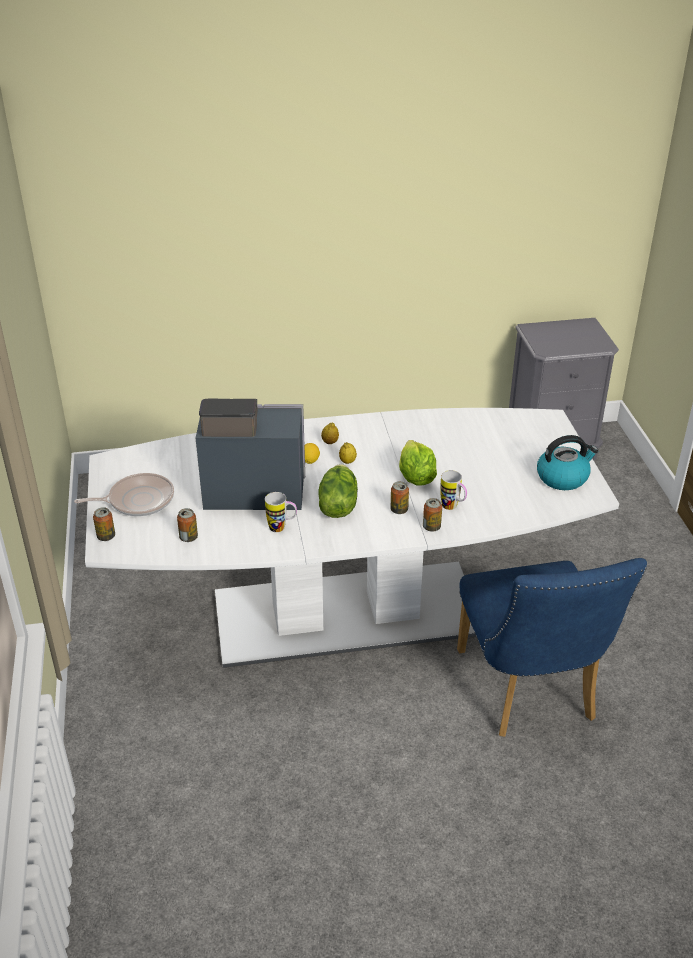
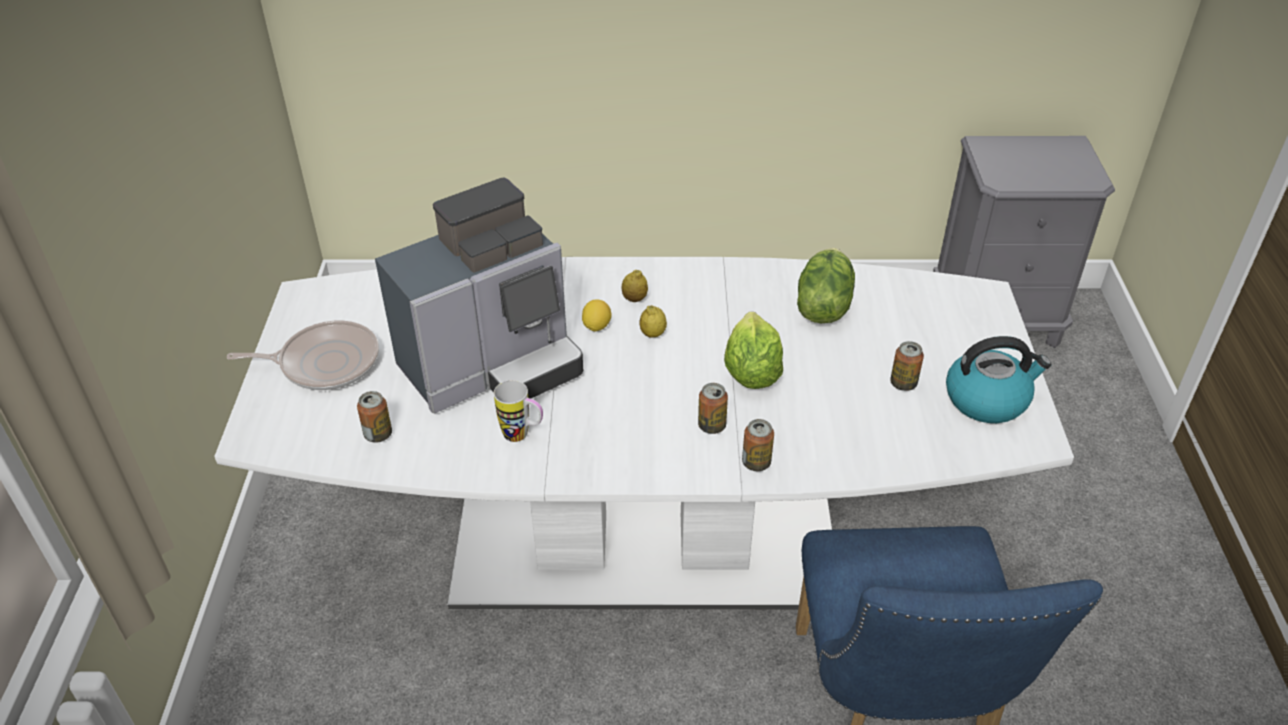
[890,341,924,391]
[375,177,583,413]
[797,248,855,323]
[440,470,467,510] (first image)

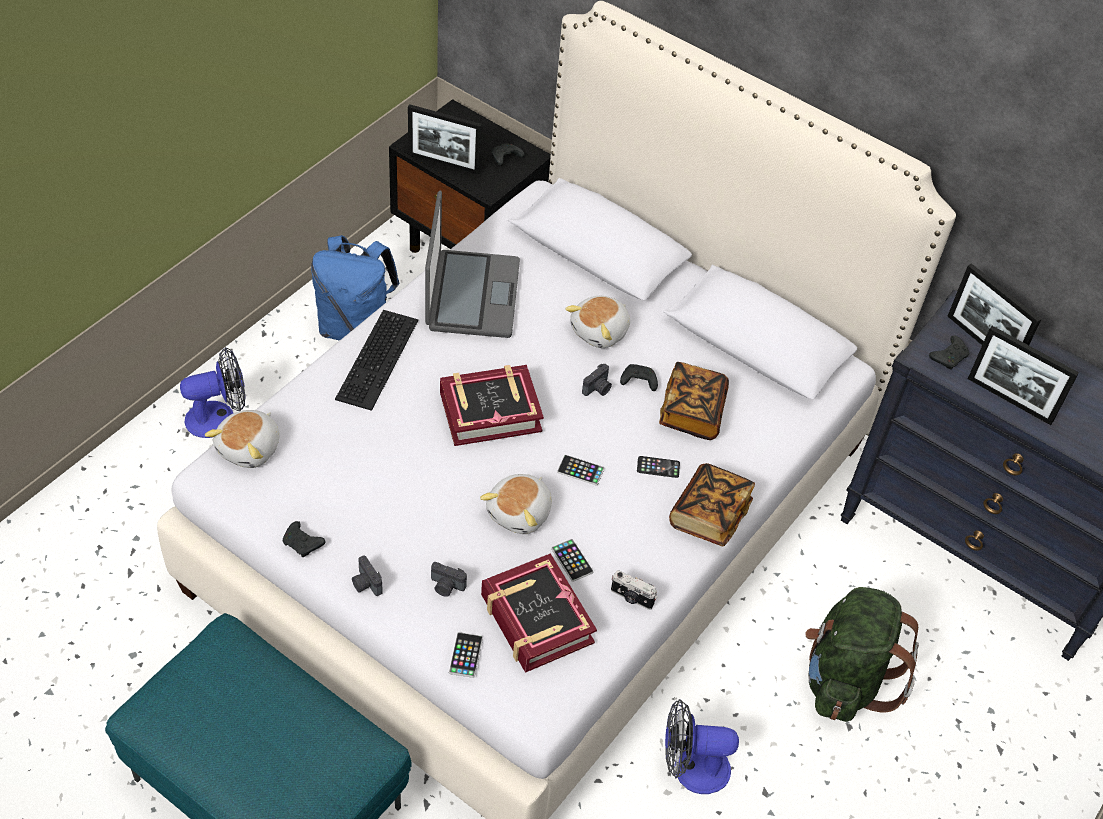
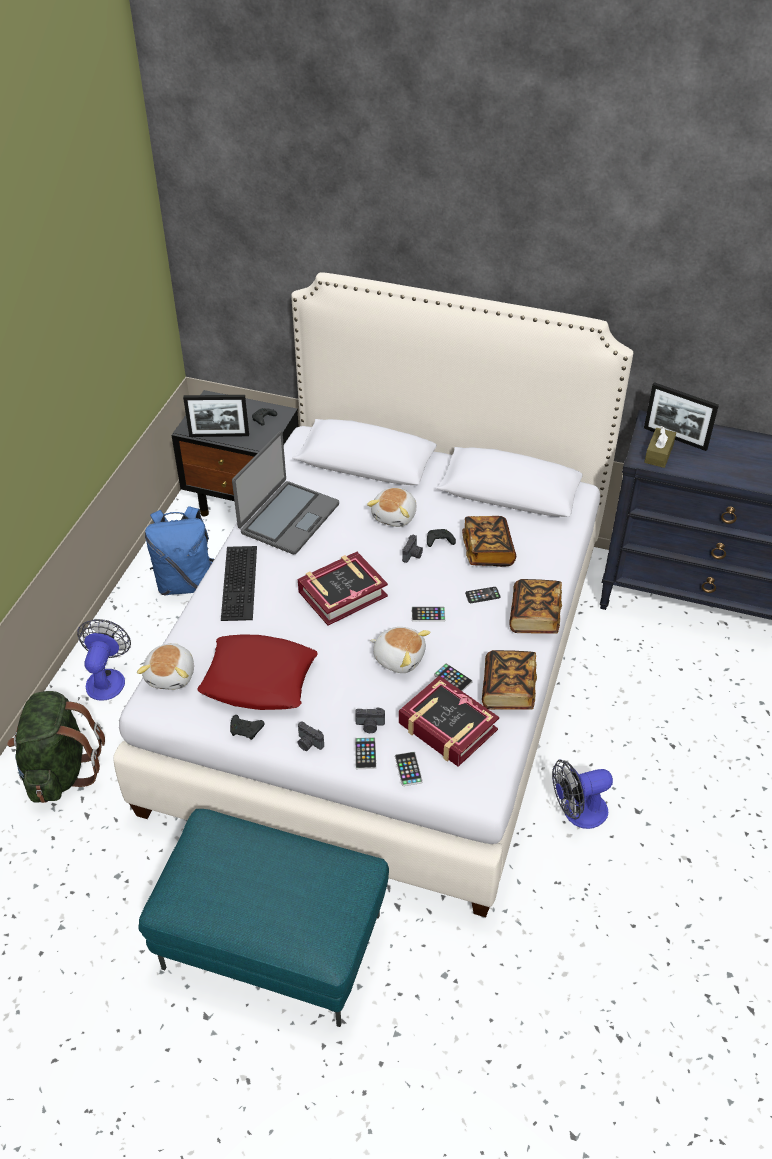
[77,619,131,701]
[232,431,339,554]
[370,627,431,673]
[482,650,537,710]
[7,691,105,803]
[644,426,676,468]
[968,326,1079,425] (first image)
[197,635,318,710]
[355,737,377,769]

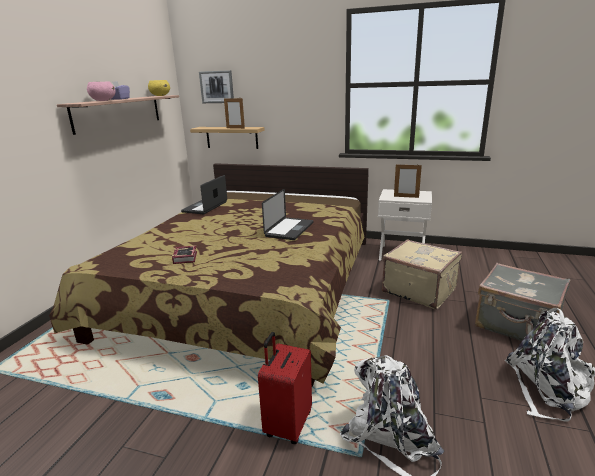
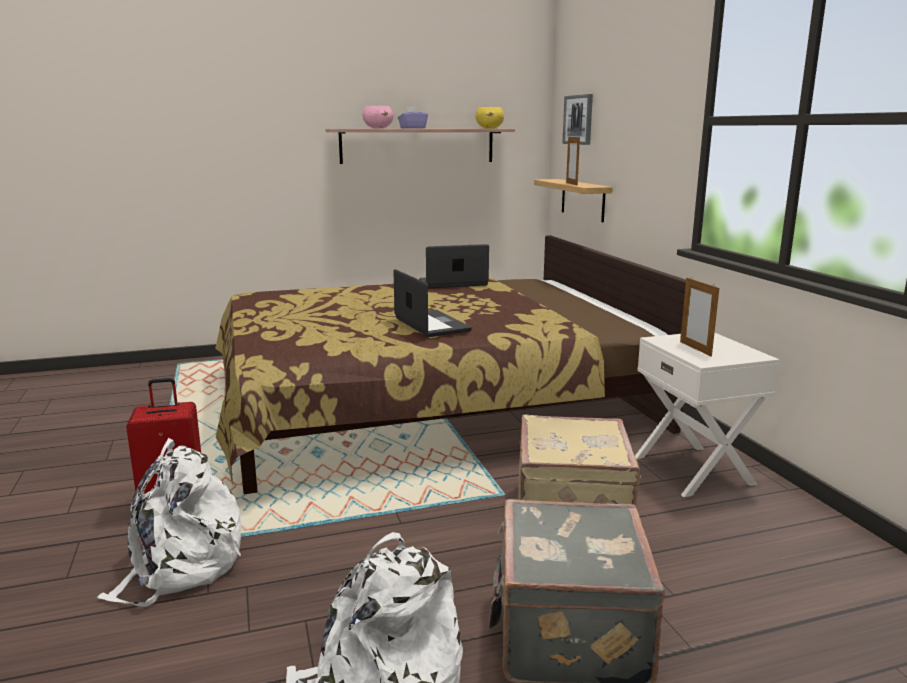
[172,246,197,264] (first image)
[393,269,472,337]

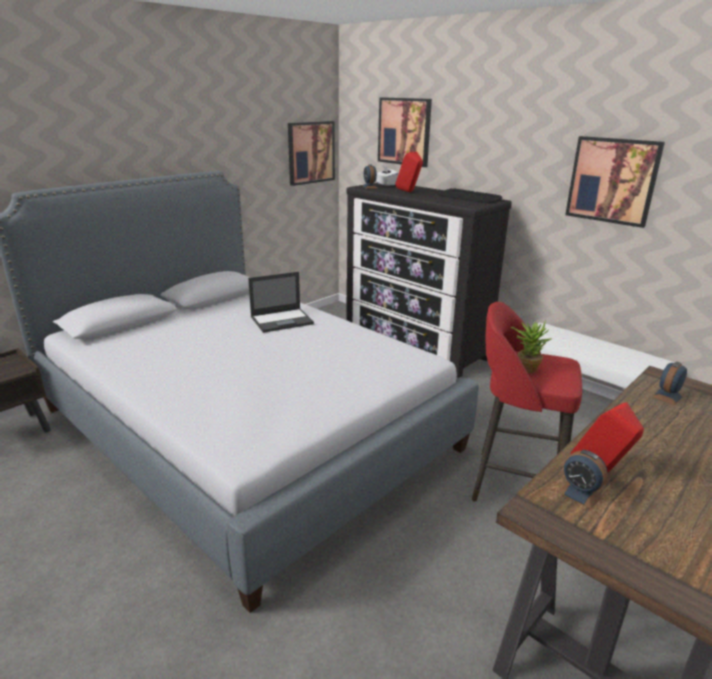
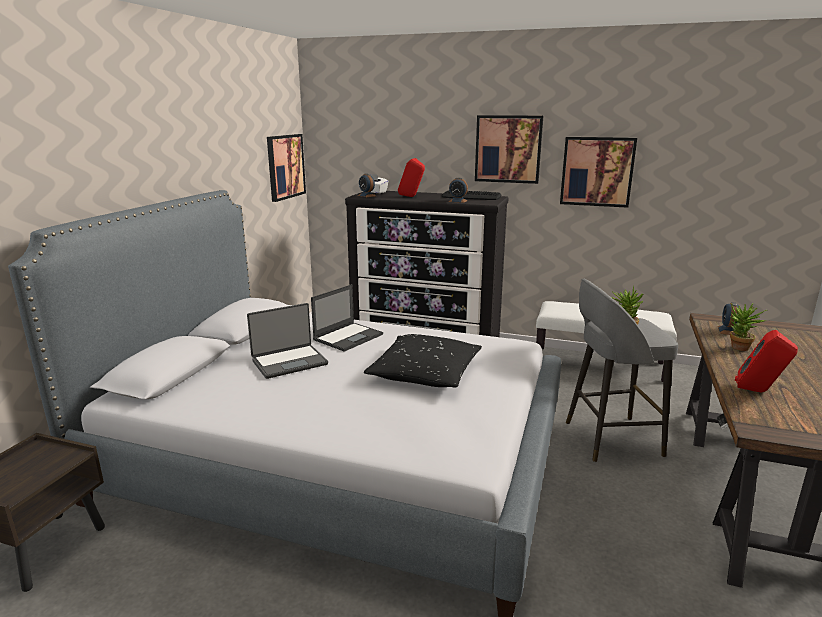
[475,115,543,184]
[566,279,678,462]
[449,178,468,203]
[247,303,328,379]
[364,334,482,387]
[730,303,767,351]

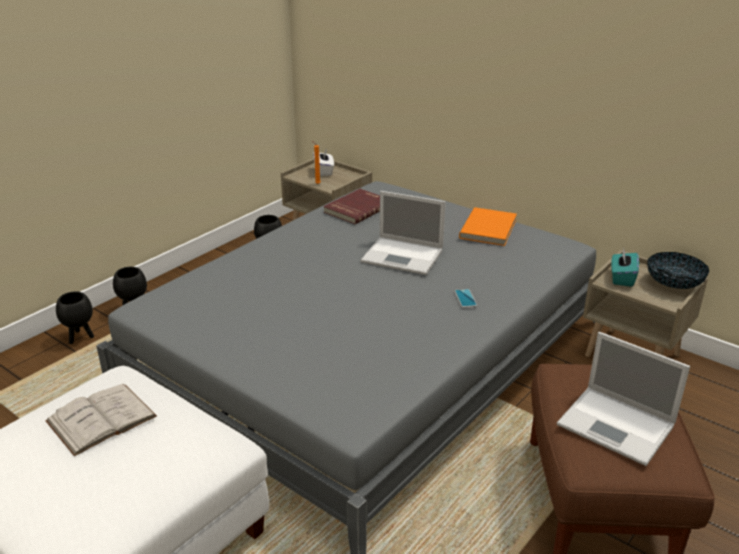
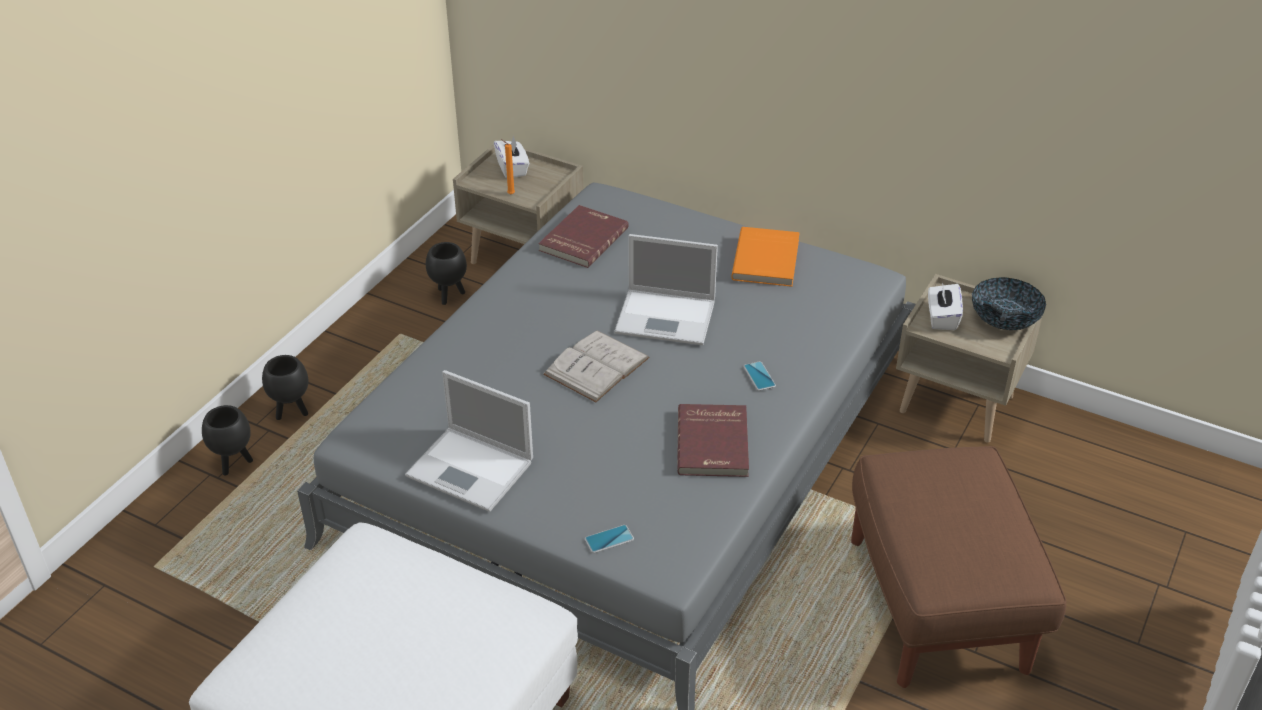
[543,330,650,402]
[405,370,533,512]
[928,281,963,330]
[585,525,634,553]
[677,404,749,477]

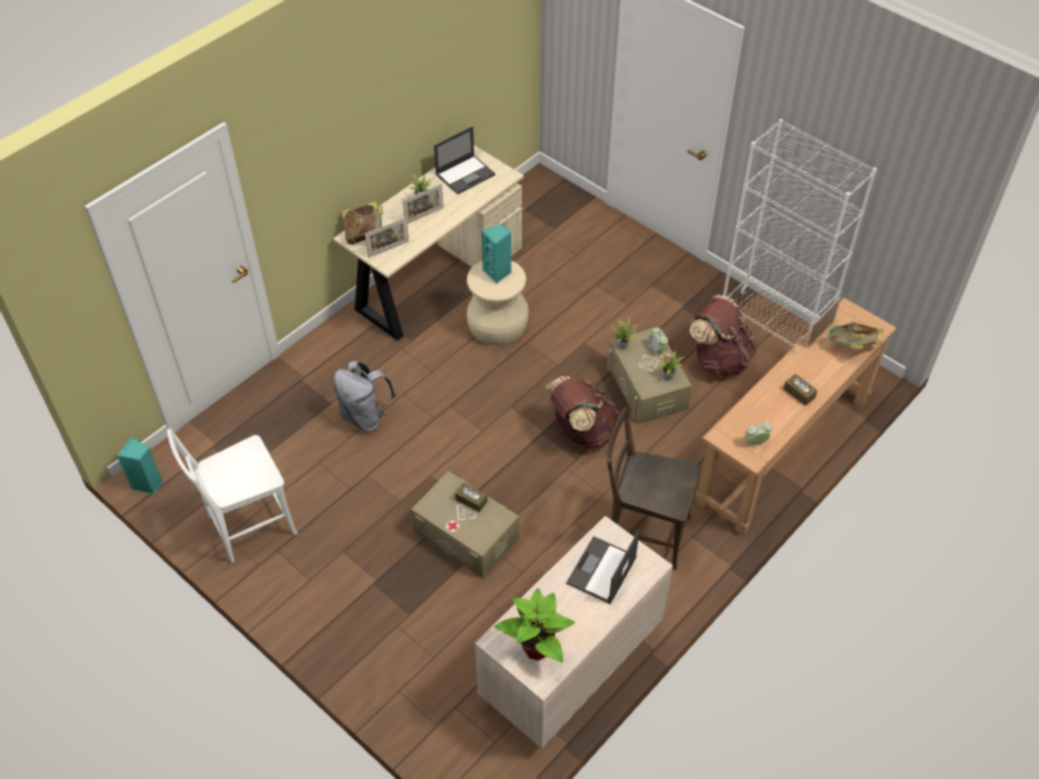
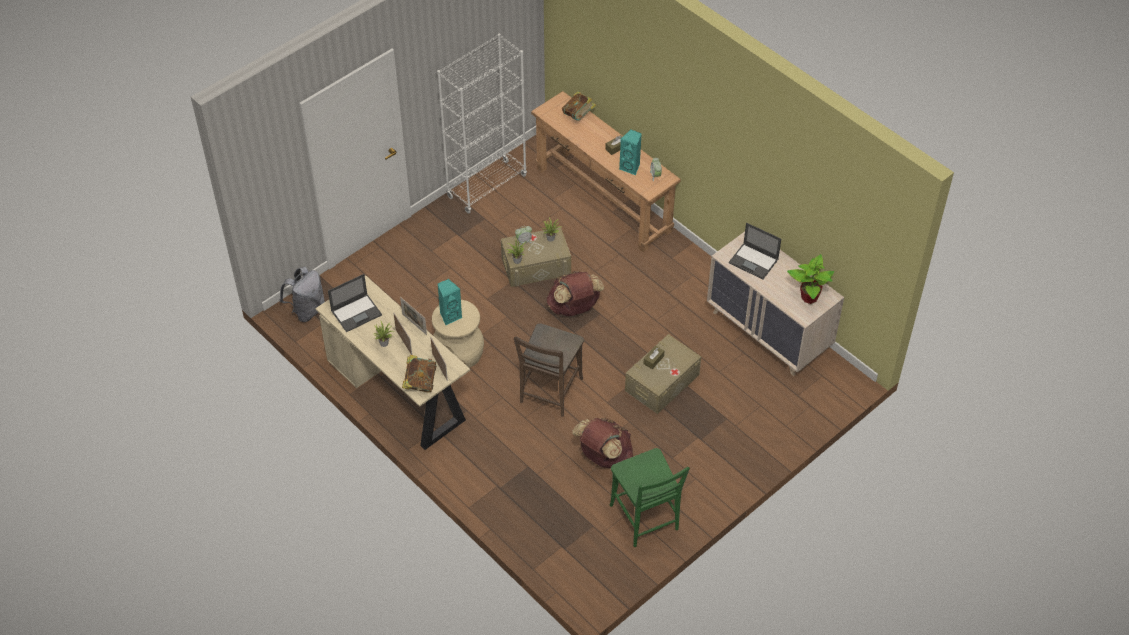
[619,130,642,175]
[610,448,690,547]
[280,267,325,322]
[328,274,382,332]
[514,323,584,417]
[572,418,633,468]
[400,297,427,335]

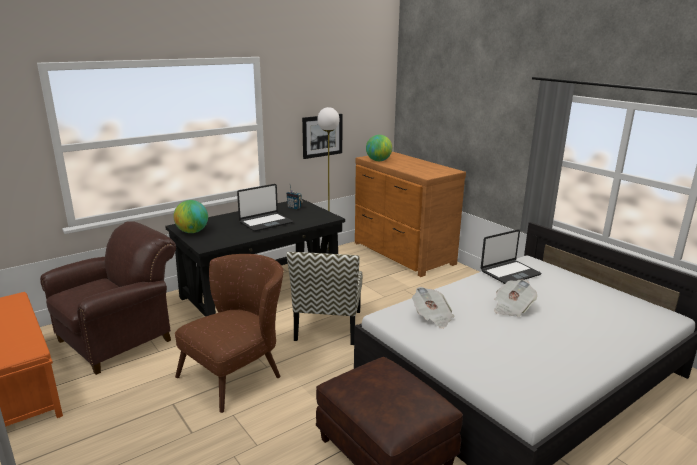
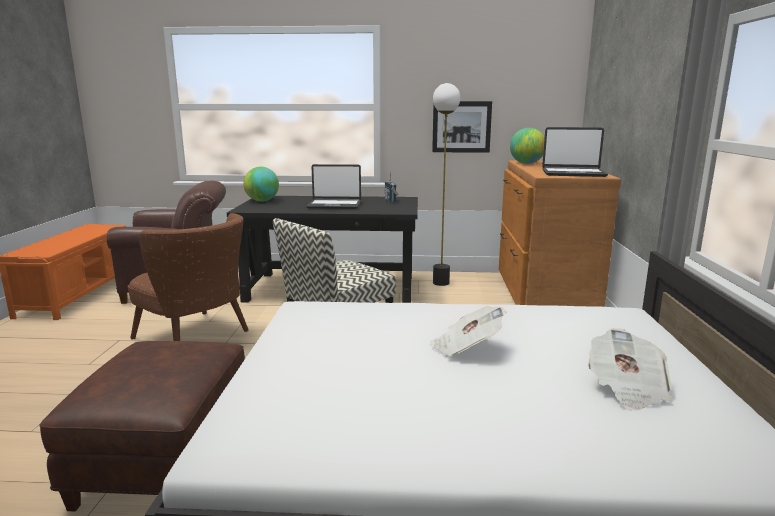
[128,213,249,341]
[588,328,672,411]
[542,127,608,177]

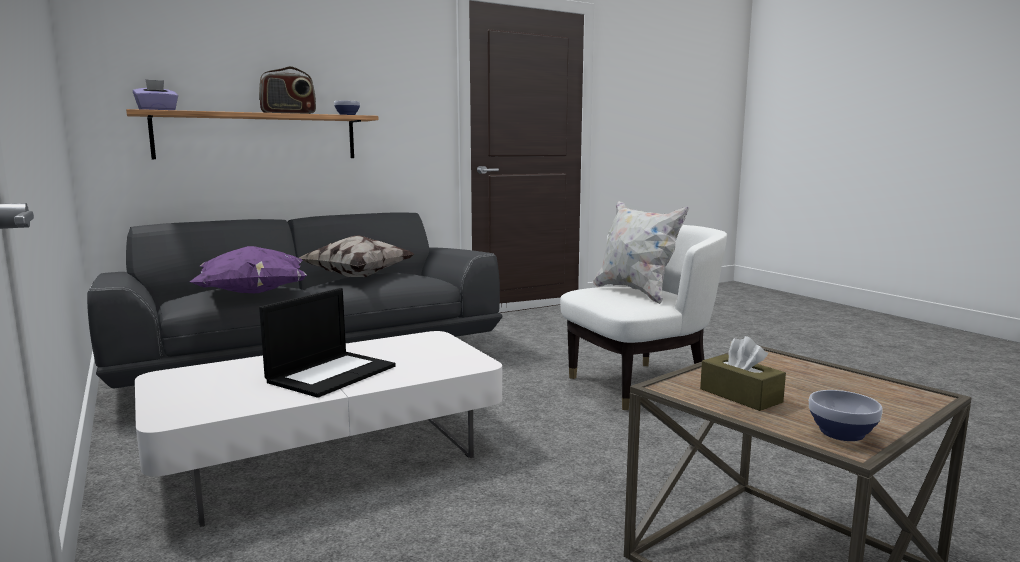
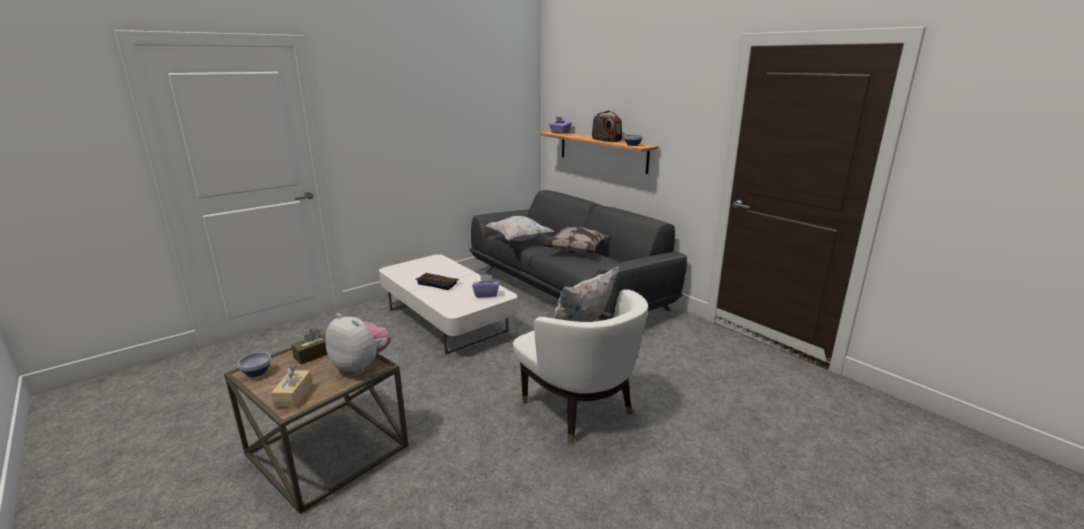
[486,216,554,241]
[416,273,460,290]
[271,365,313,408]
[325,313,391,374]
[472,275,499,297]

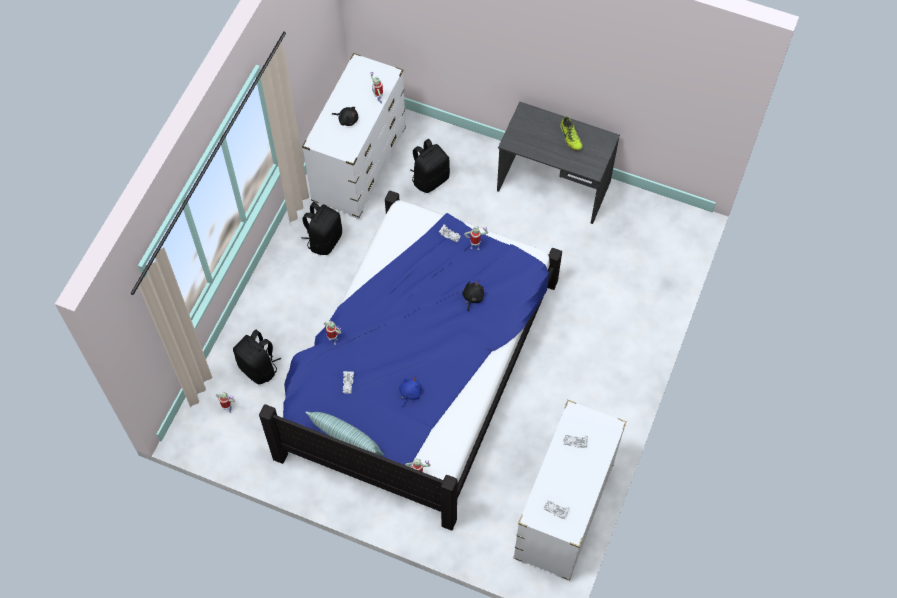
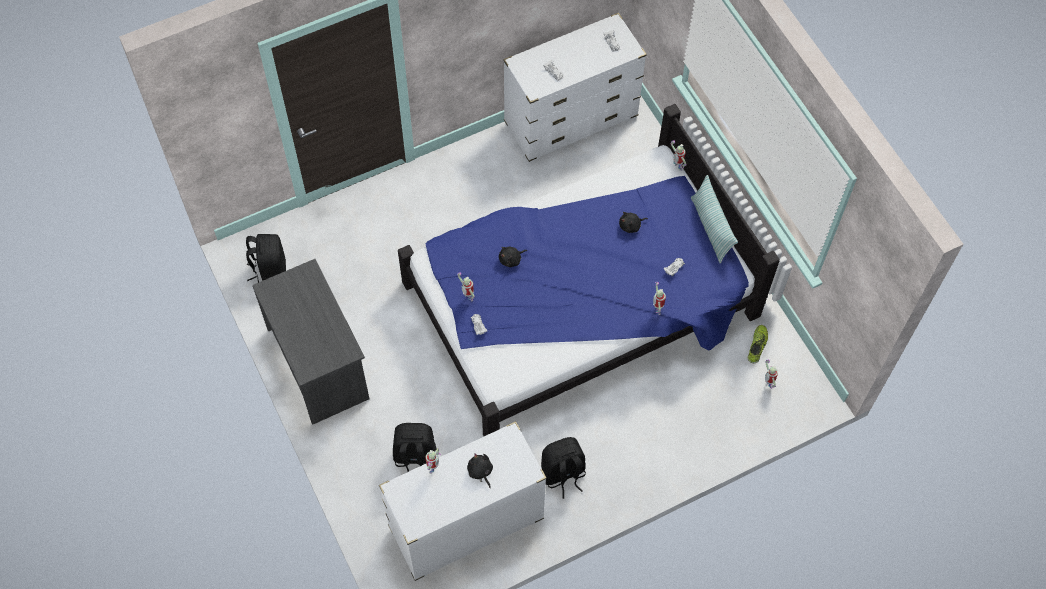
[246,234,286,283]
[619,212,648,233]
[748,325,768,363]

